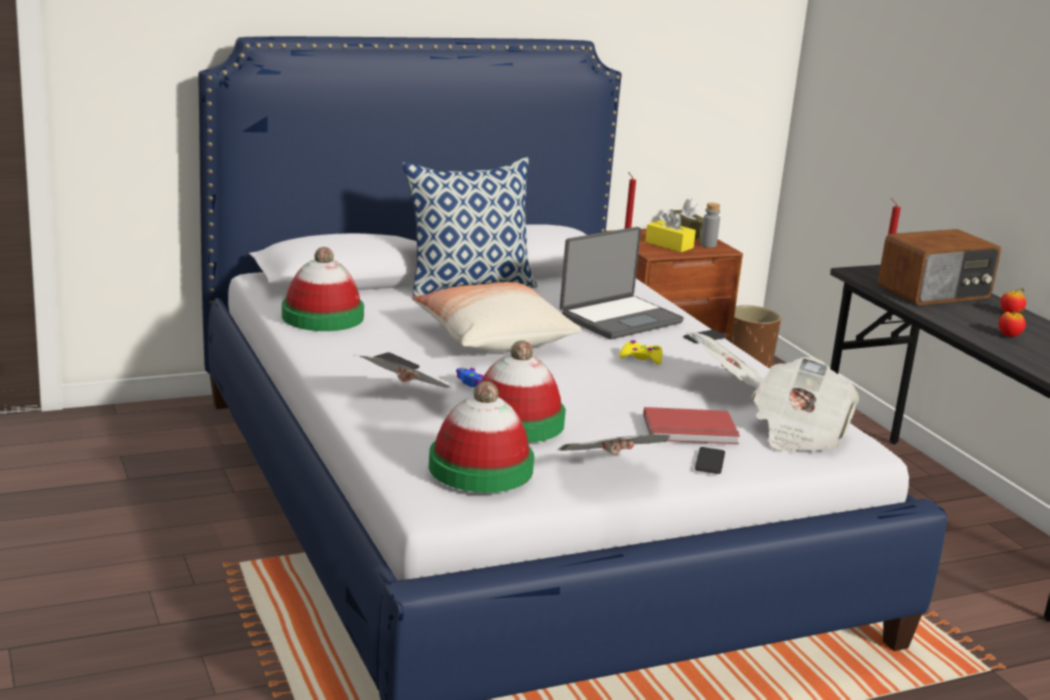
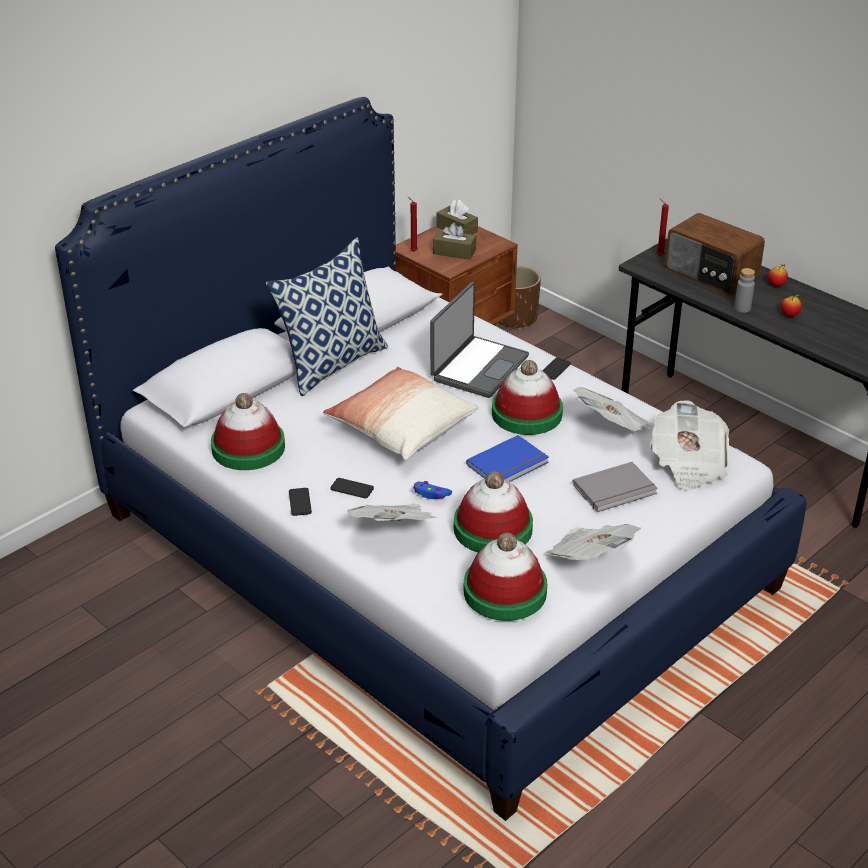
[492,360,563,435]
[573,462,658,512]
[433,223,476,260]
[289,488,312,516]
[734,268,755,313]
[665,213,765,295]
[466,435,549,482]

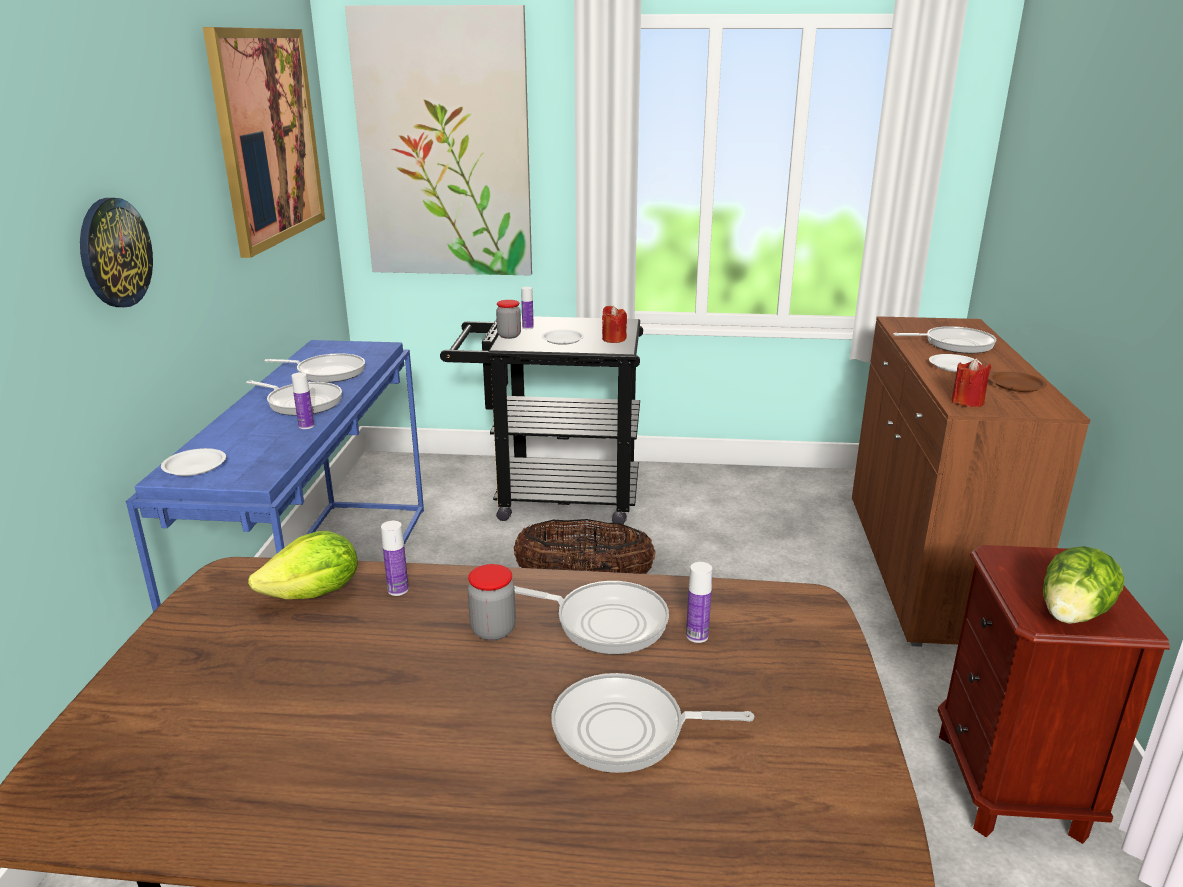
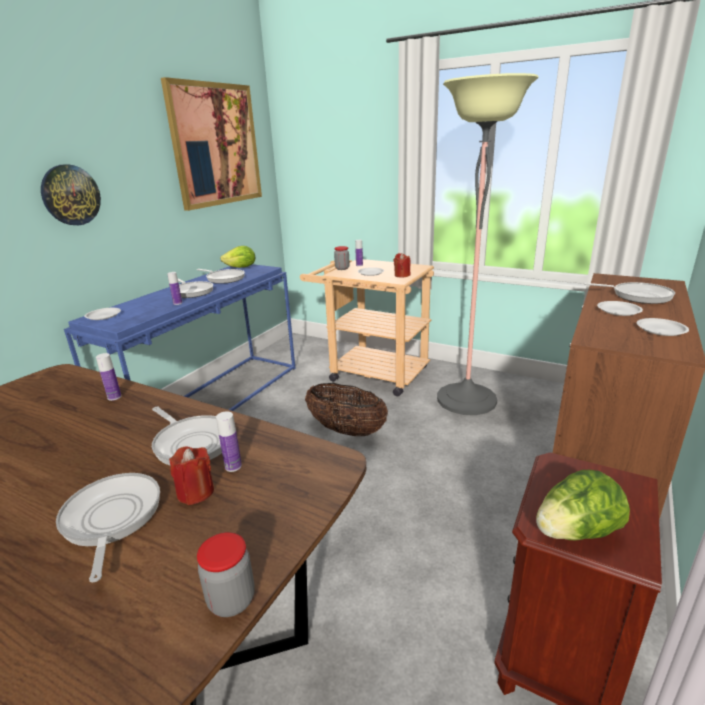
[220,246,255,268]
[345,5,532,276] (first image)
[300,259,434,396]
[197,532,255,617]
[56,473,160,583]
[169,446,214,505]
[637,318,689,336]
[437,73,539,415]

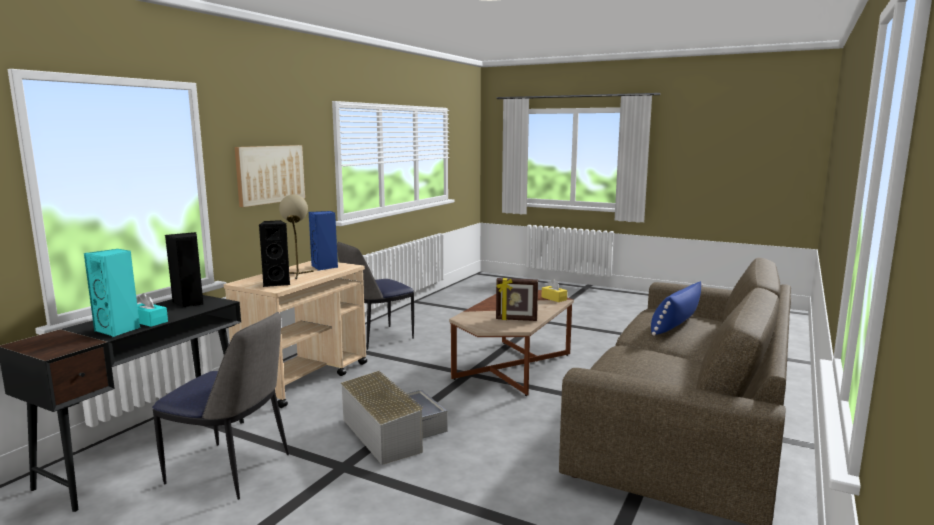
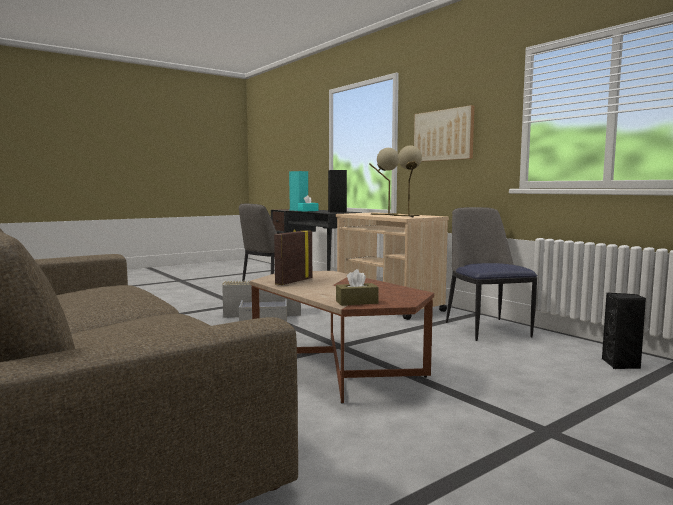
[602,293,646,369]
[394,145,422,217]
[336,269,379,306]
[651,281,703,336] (first image)

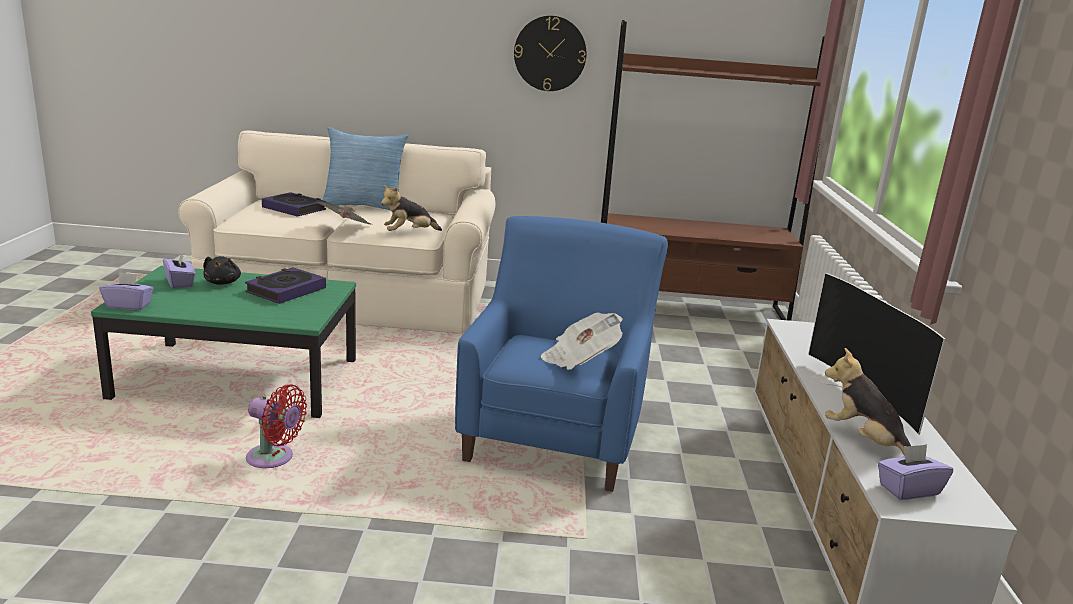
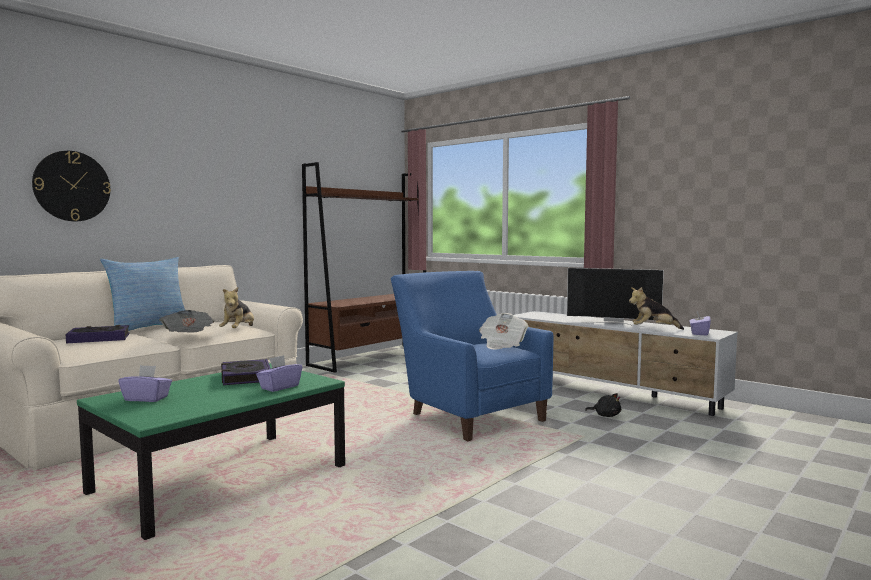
[256,355,302,392]
[585,393,621,417]
[246,384,307,468] (first image)
[32,151,111,221]

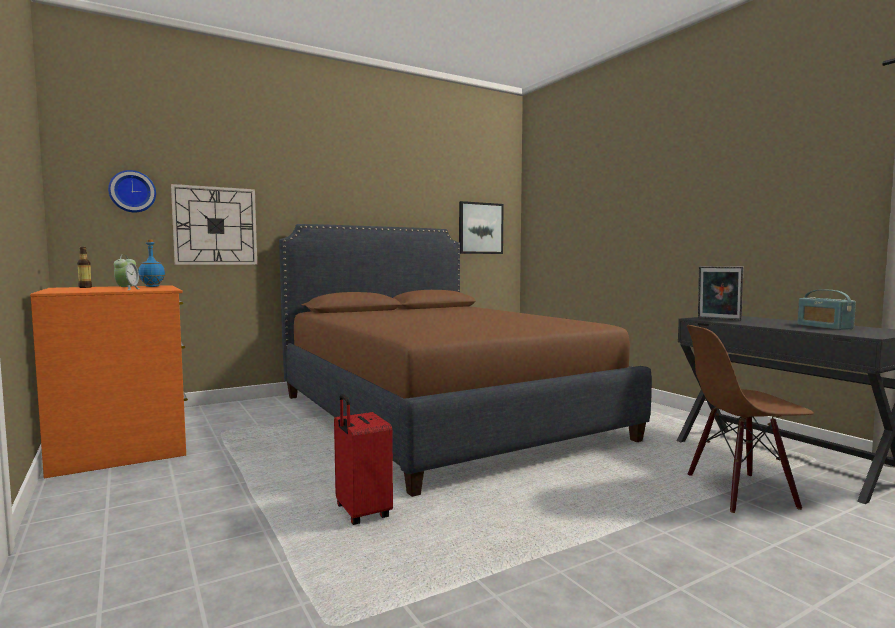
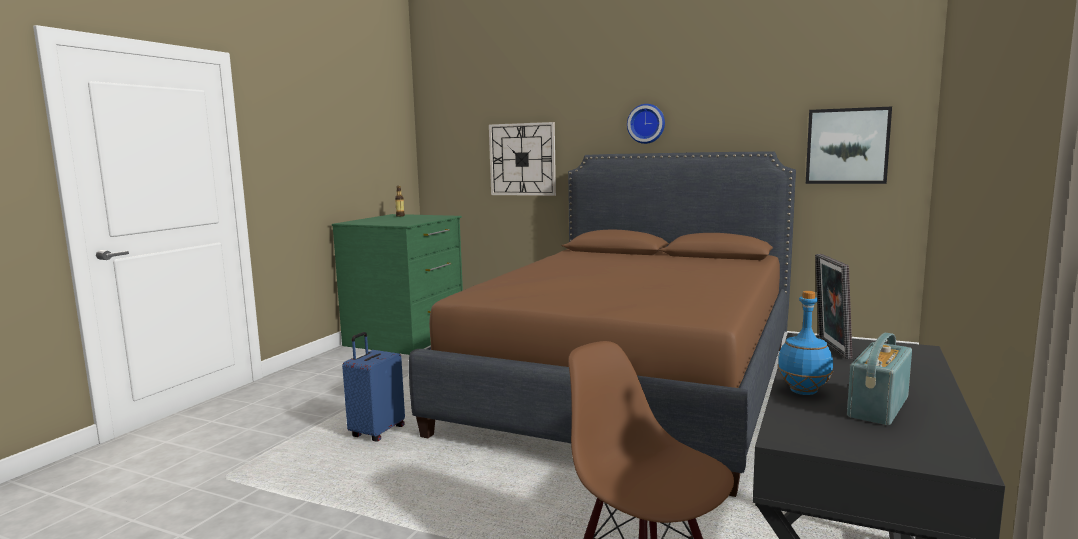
[332,214,463,355]
[627,104,665,144]
[114,254,139,290] (first image)
[777,291,833,395]
[342,332,405,442]

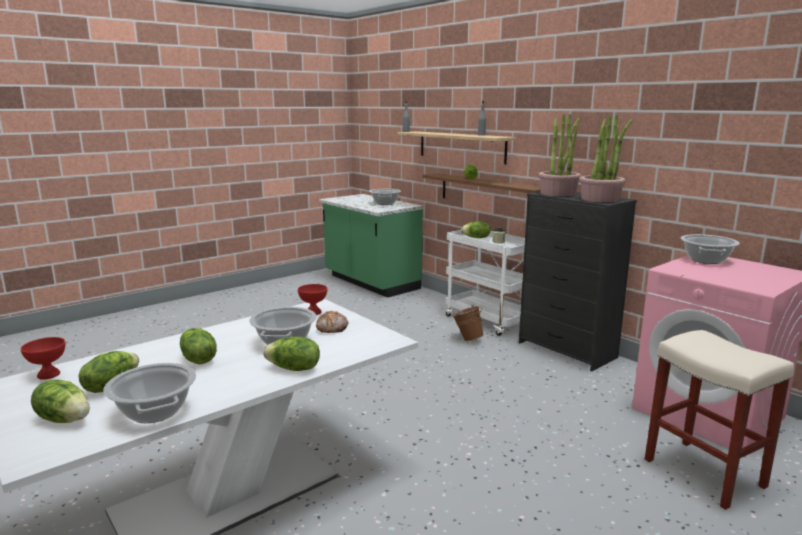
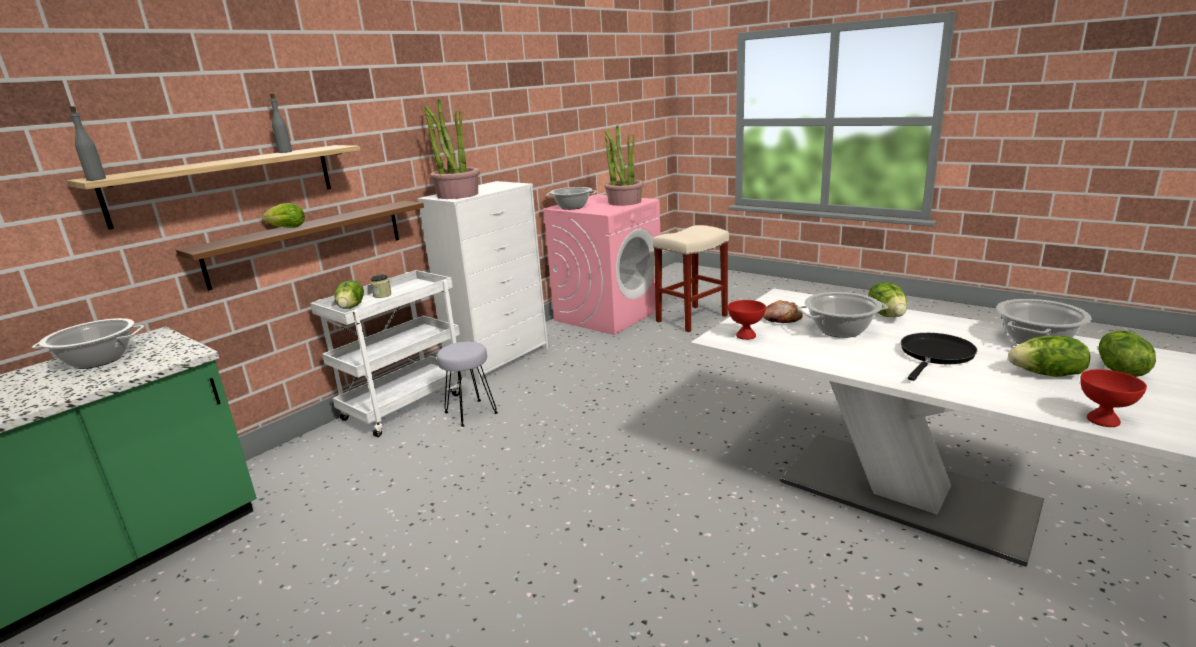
[901,333,977,381]
[437,342,498,427]
[417,181,548,383]
[604,125,644,206]

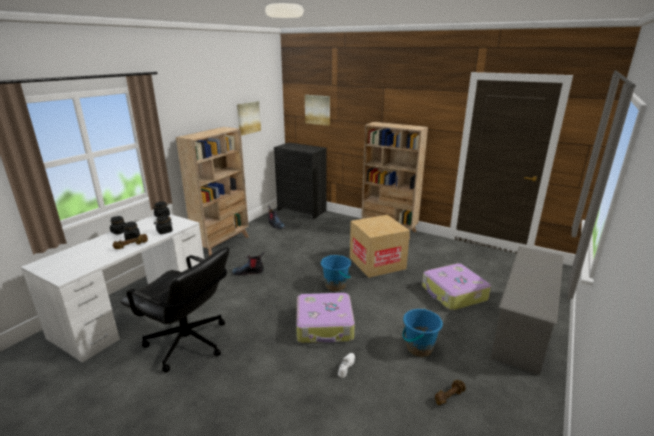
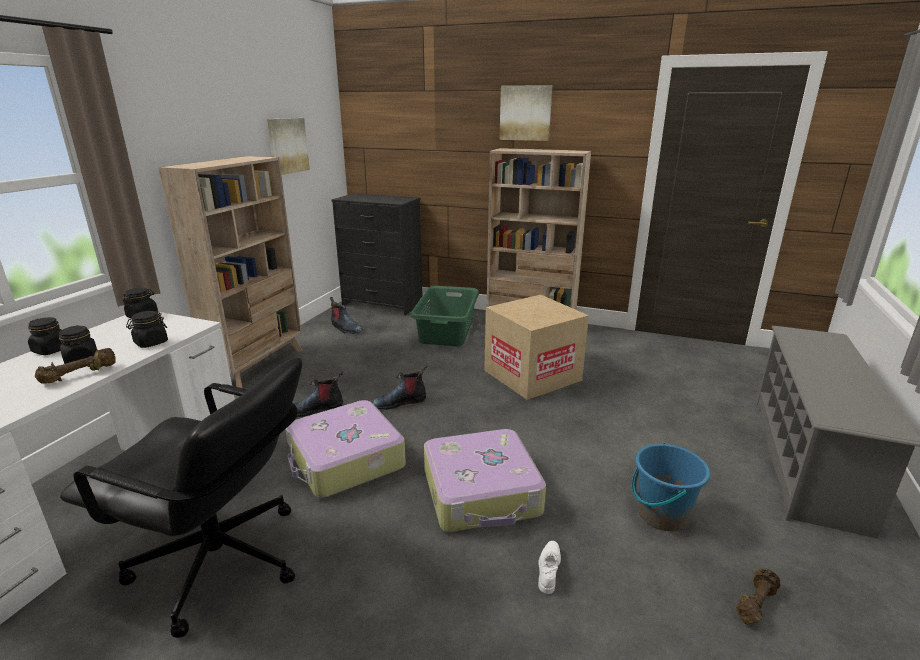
[499,85,552,141]
[321,255,351,291] (first image)
[285,400,406,498]
[373,365,427,410]
[410,286,479,346]

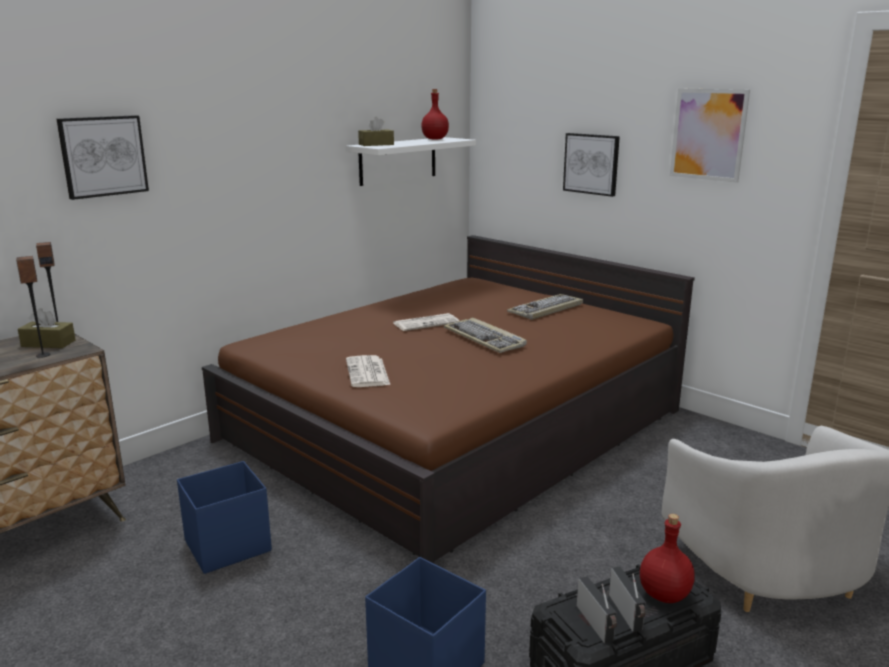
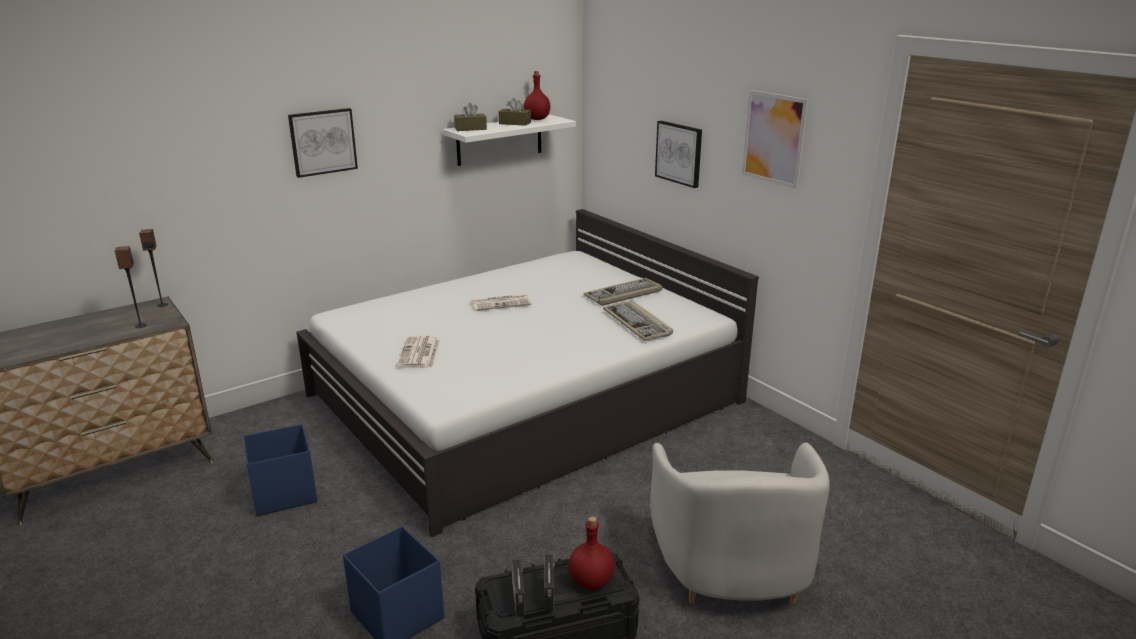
[498,98,531,126]
[288,108,358,178]
[296,209,759,537]
[603,301,673,341]

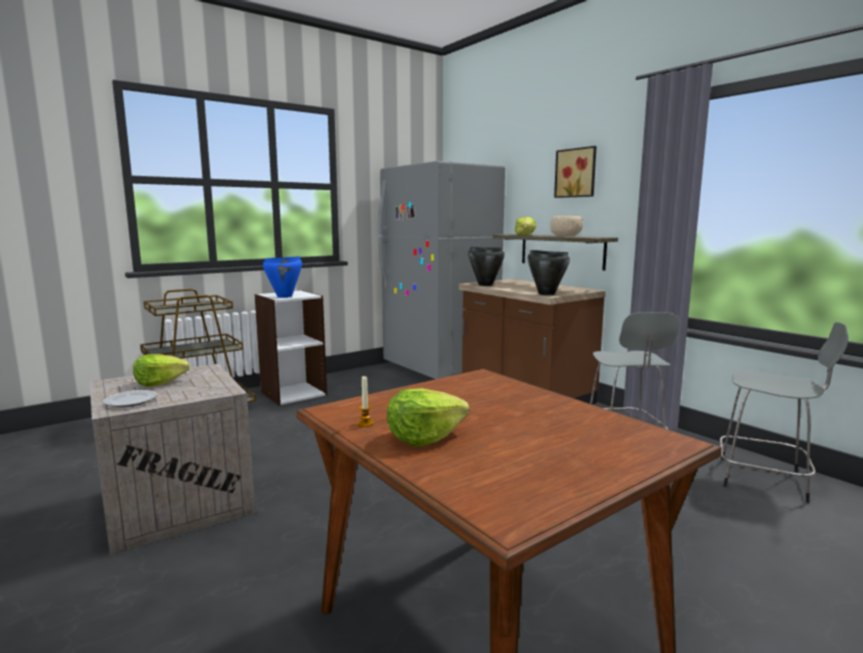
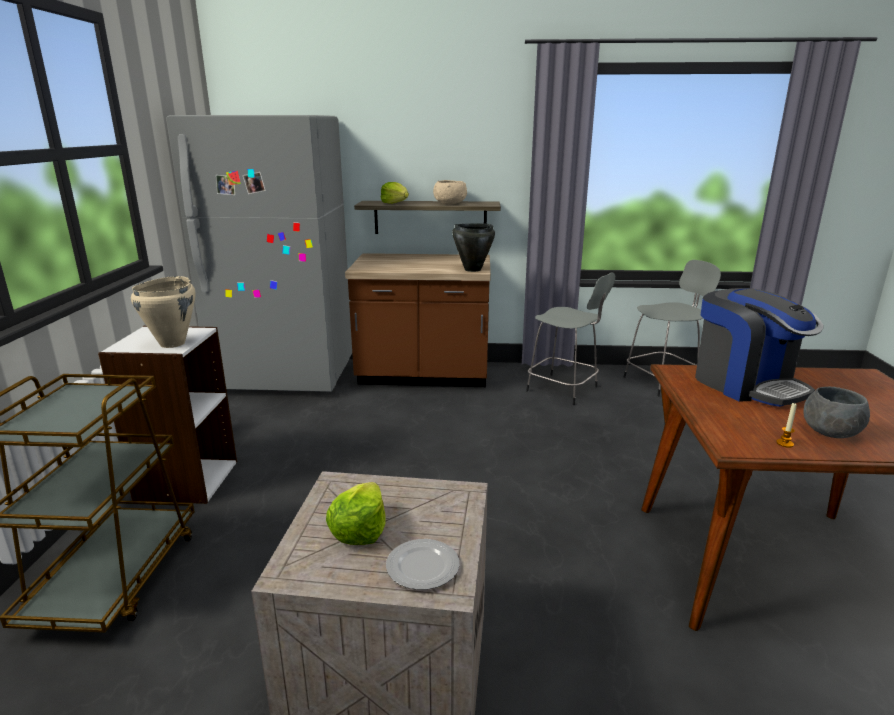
[131,276,196,348]
[803,386,870,438]
[468,247,505,286] (first image)
[554,146,597,198] (first image)
[695,288,823,407]

